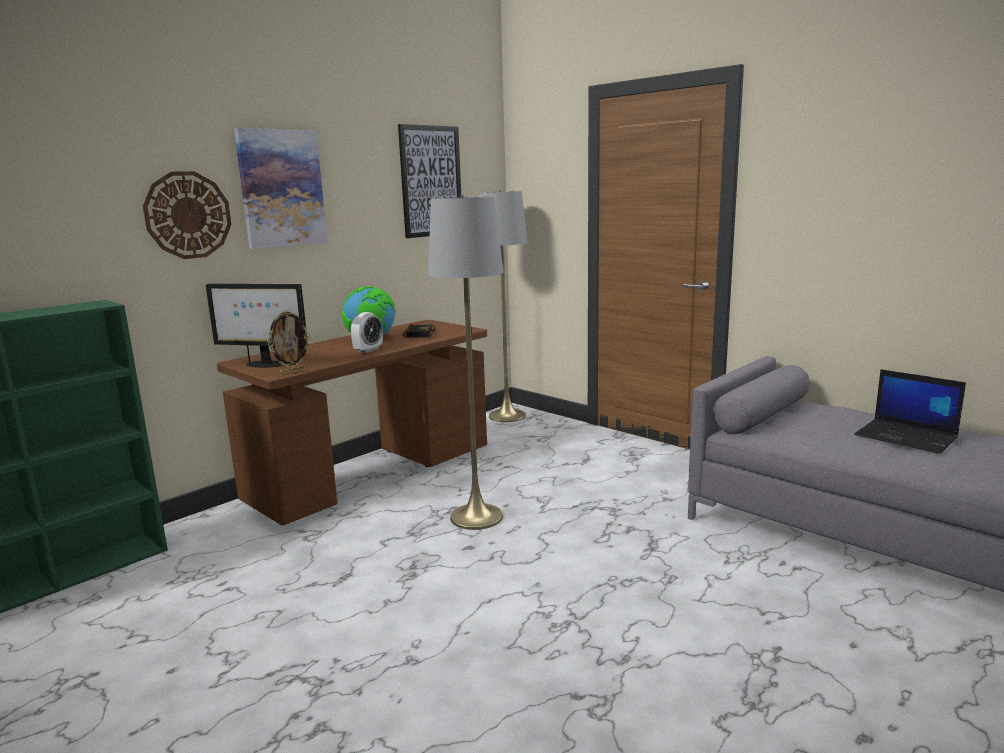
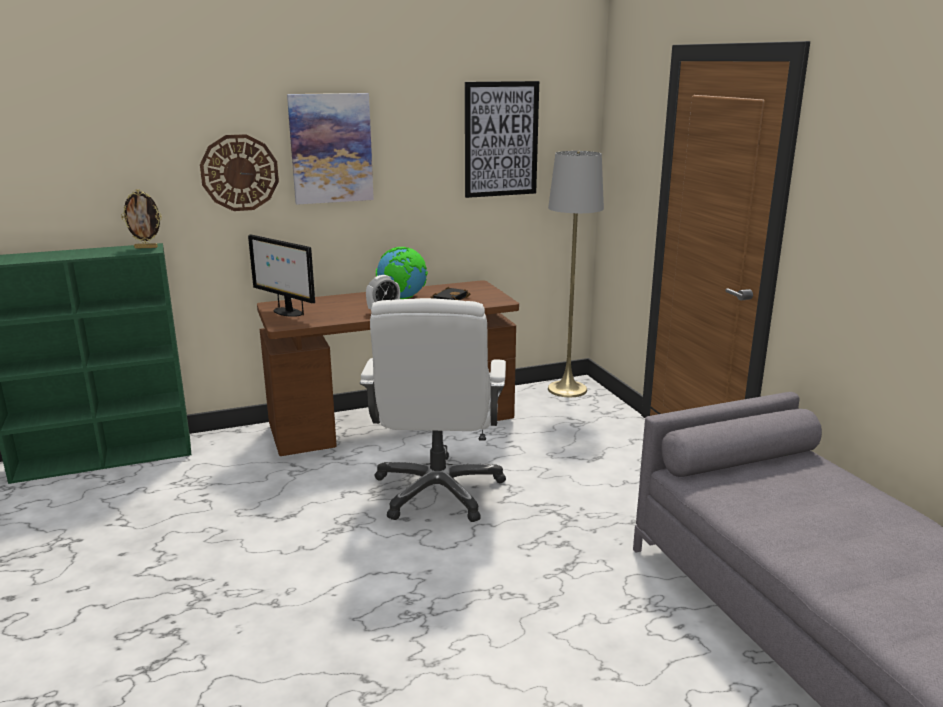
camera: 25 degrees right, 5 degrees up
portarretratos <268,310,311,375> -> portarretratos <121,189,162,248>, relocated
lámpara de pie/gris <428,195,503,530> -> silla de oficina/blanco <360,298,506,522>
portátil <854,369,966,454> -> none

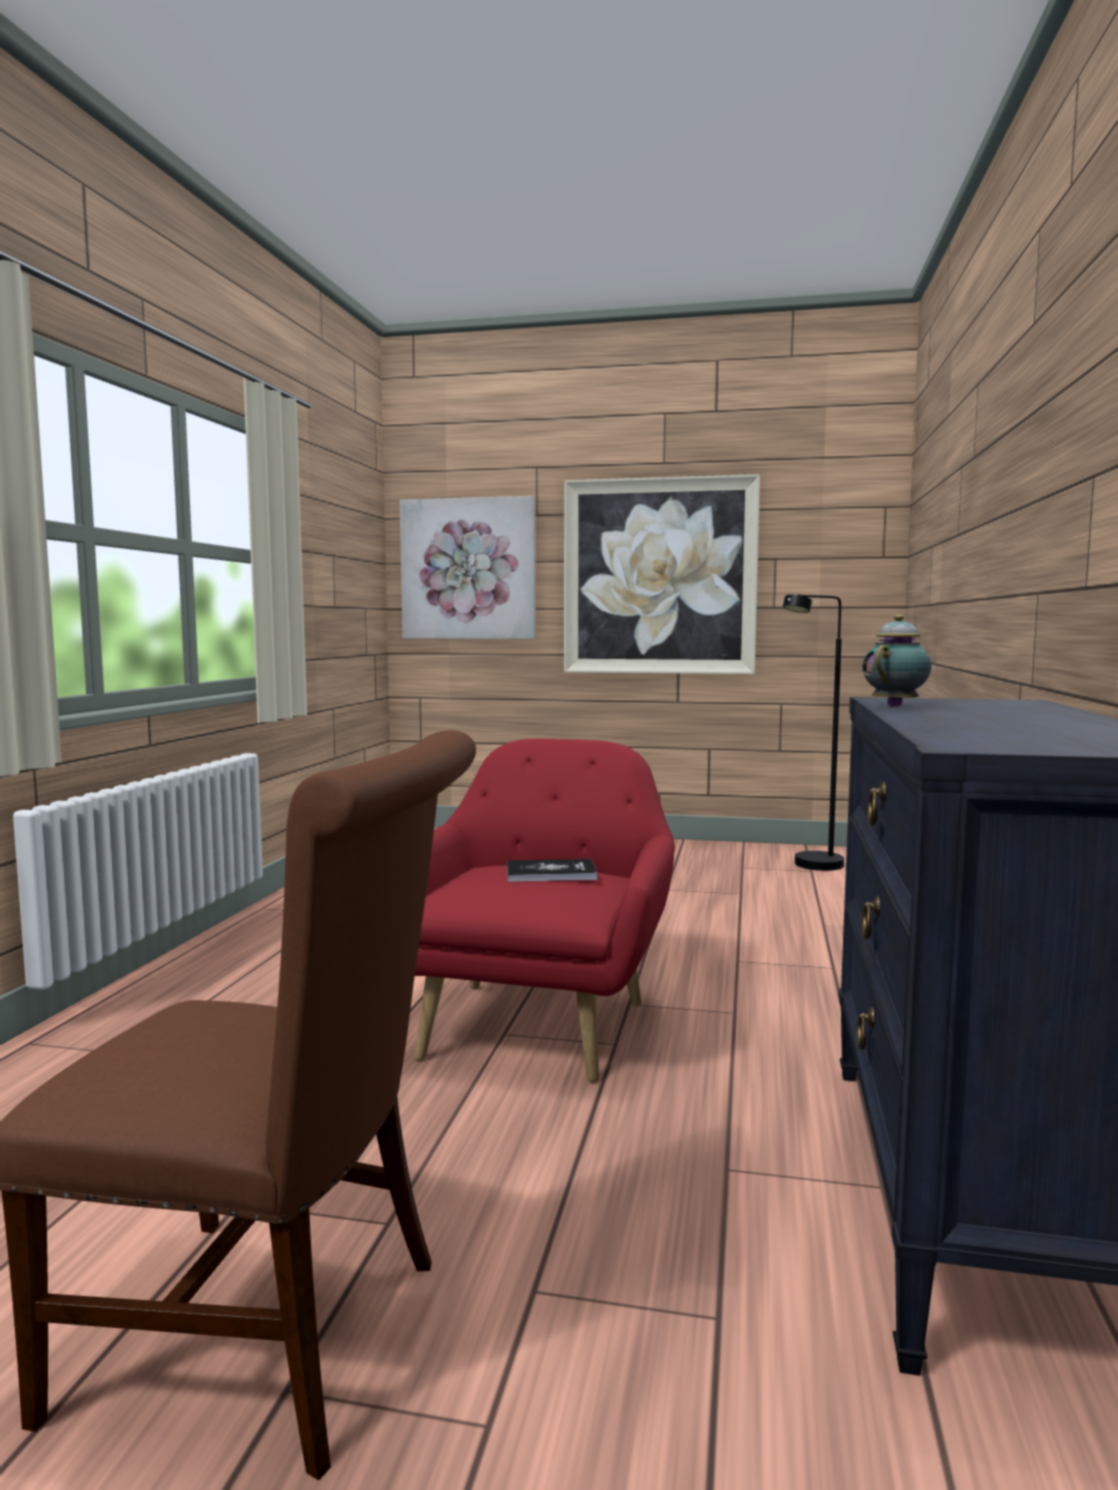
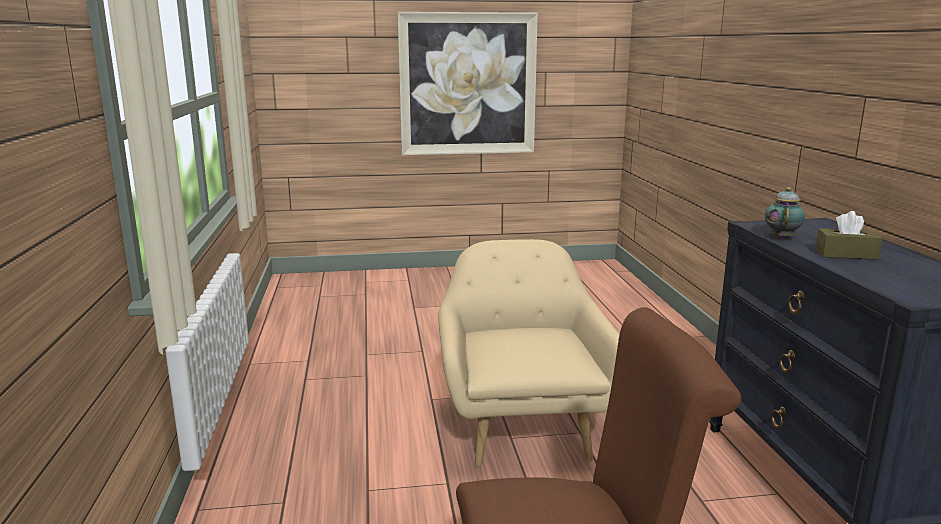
camera: 20 degrees left, 10 degrees up
cuadro <400,496,536,639> -> none
sillón/rojo <414,739,675,1082> -> sillón/beis <438,239,620,468>
libro <507,859,598,882> -> none
lámpara de pie/negro <783,594,844,871> -> none
none -> caja de pañuelos/marrón <815,211,883,260>

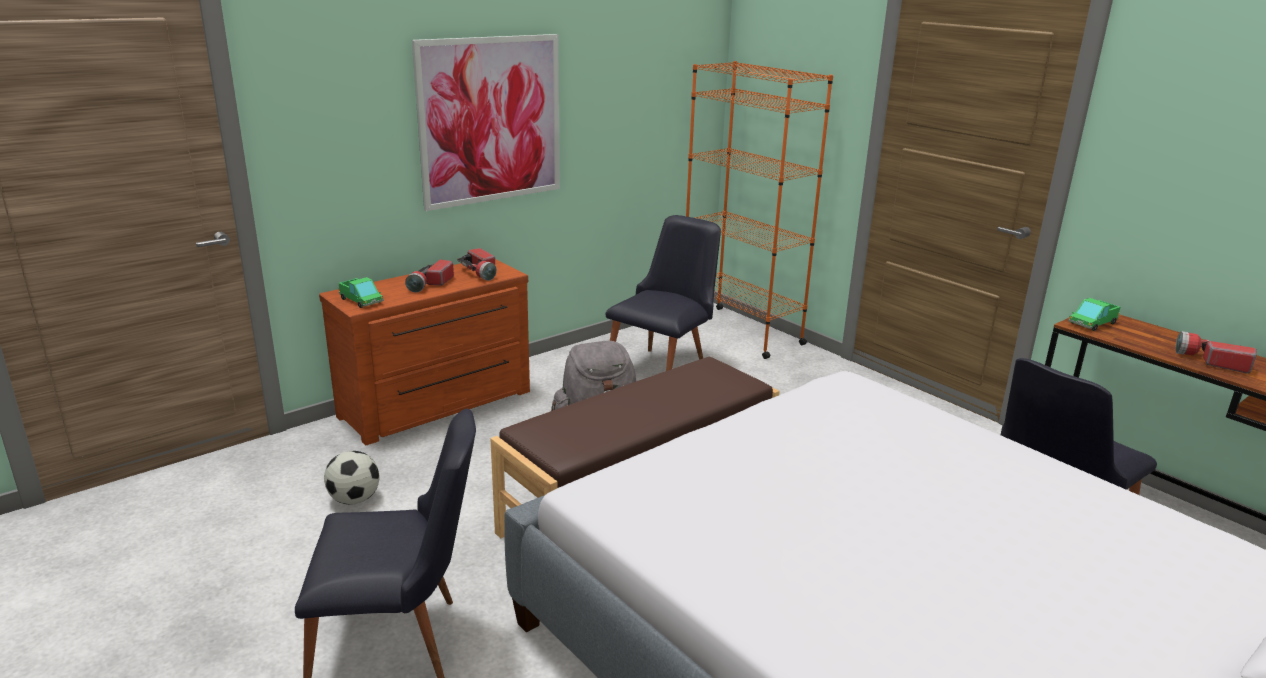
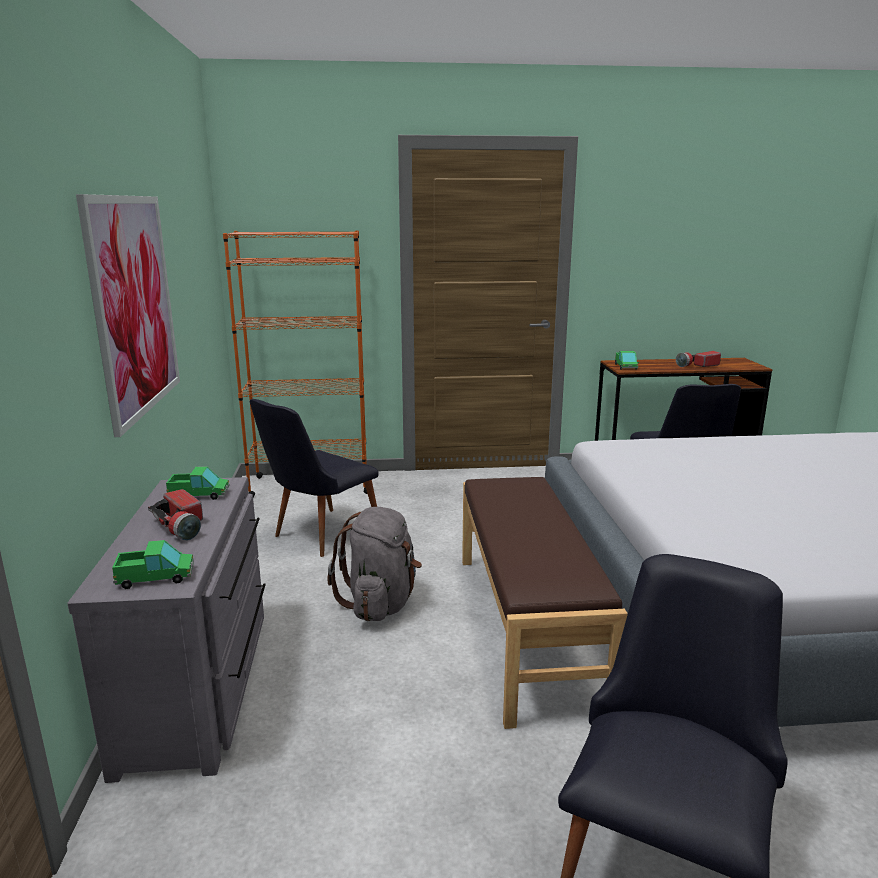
camera: 55 degrees left, 5 degrees down
cómoda/marrón <319,259,530,445> -> cómoda/gris <67,477,266,783>
balón de fútbol <324,451,379,505> -> none
linterna <457,248,497,281> -> camión de juguete <166,466,230,500>
silla/negro <606,215,721,371> -> silla/negro <250,399,379,557>, 120 degrees counterclockwise

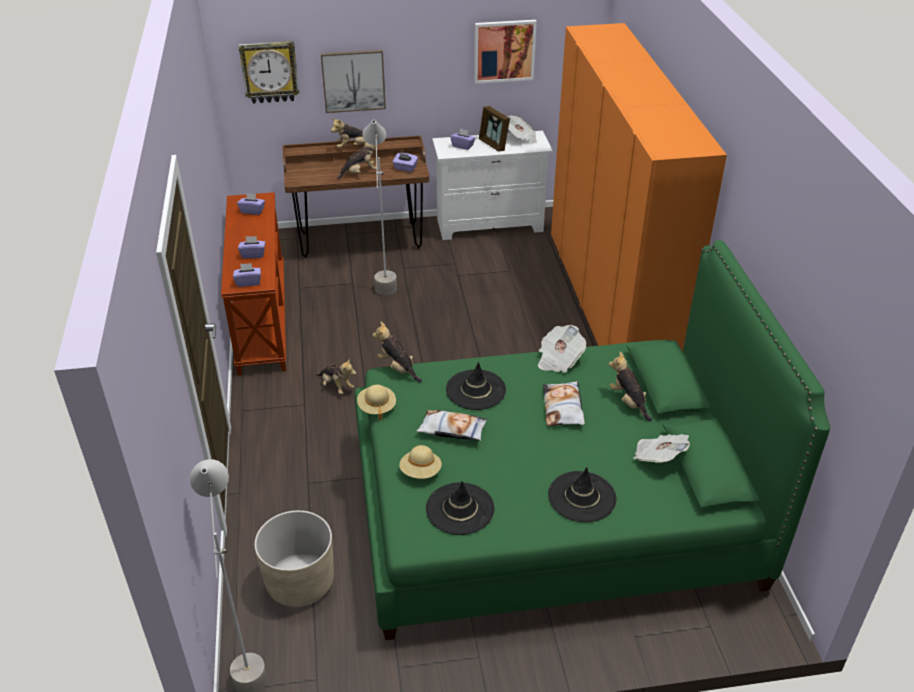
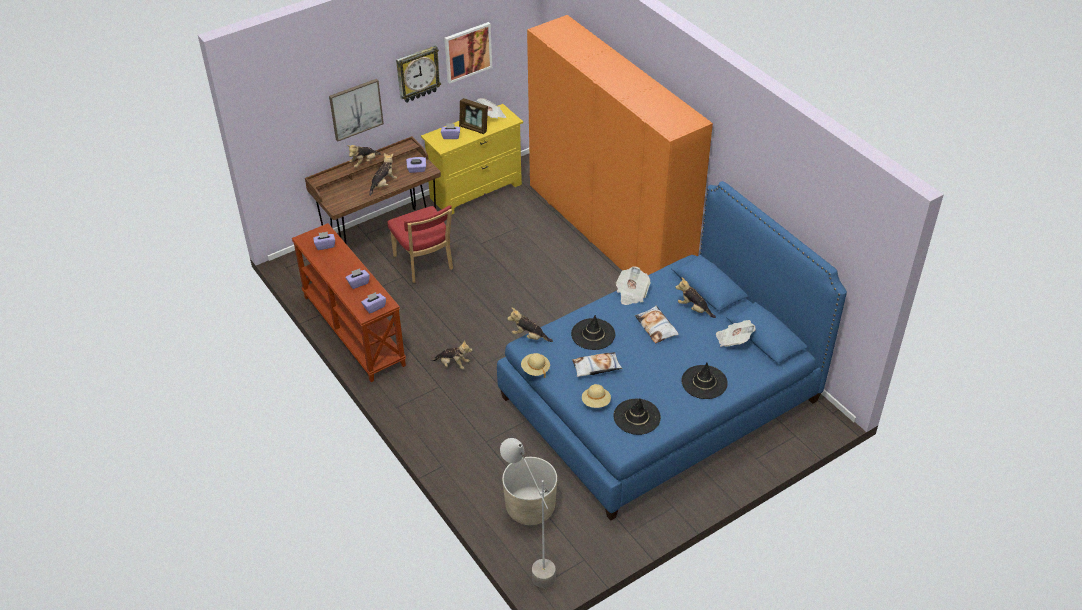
camera: 25 degrees left, 5 degrees up
reloj de pared <239,41,300,104> -> reloj de pared <396,45,441,103>, relocated
cama/verde <355,240,830,640> -> cama/azul <497,181,847,521>
lámpara de pie/gris <363,119,397,295> -> silla/rojo <387,205,453,283>
cómoda/blanco <432,131,553,240> -> cómoda/amarillo <421,104,523,214>

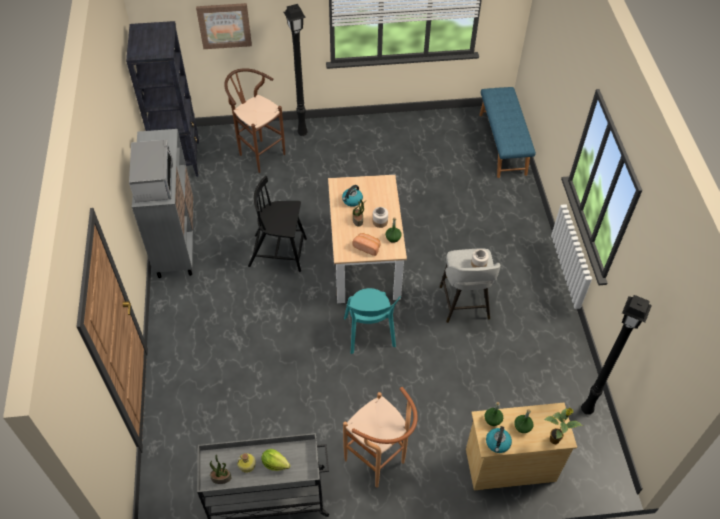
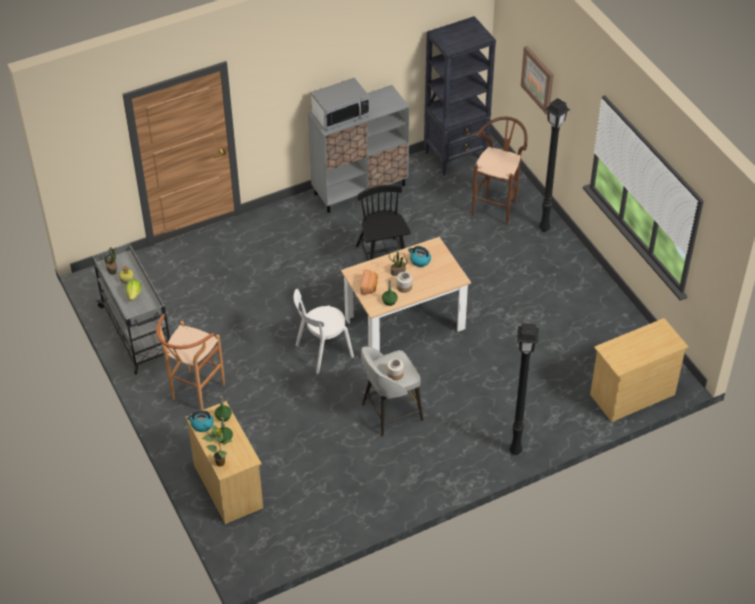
camera: 70 degrees right, 5 degrees down
silla/turquesa <344,288,401,354> -> silla/blanco <294,289,354,374>
banco/azul <479,87,536,178> -> cómoda/beis <590,318,688,422>
lámpara de pie/negro <581,295,652,414> -> lámpara de pie/negro <509,323,539,455>, relocated

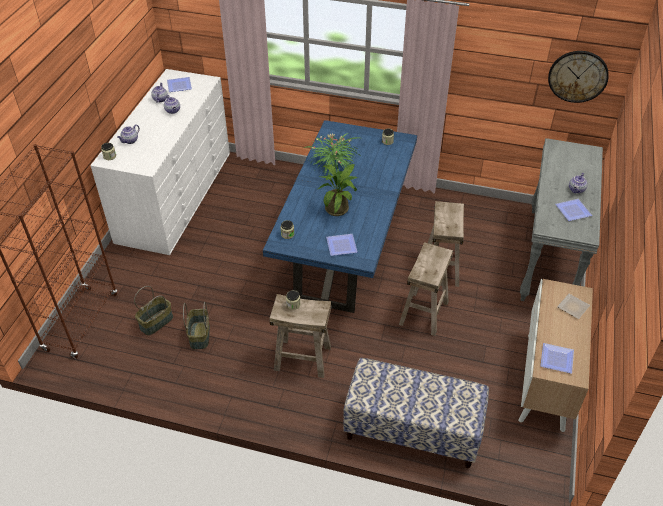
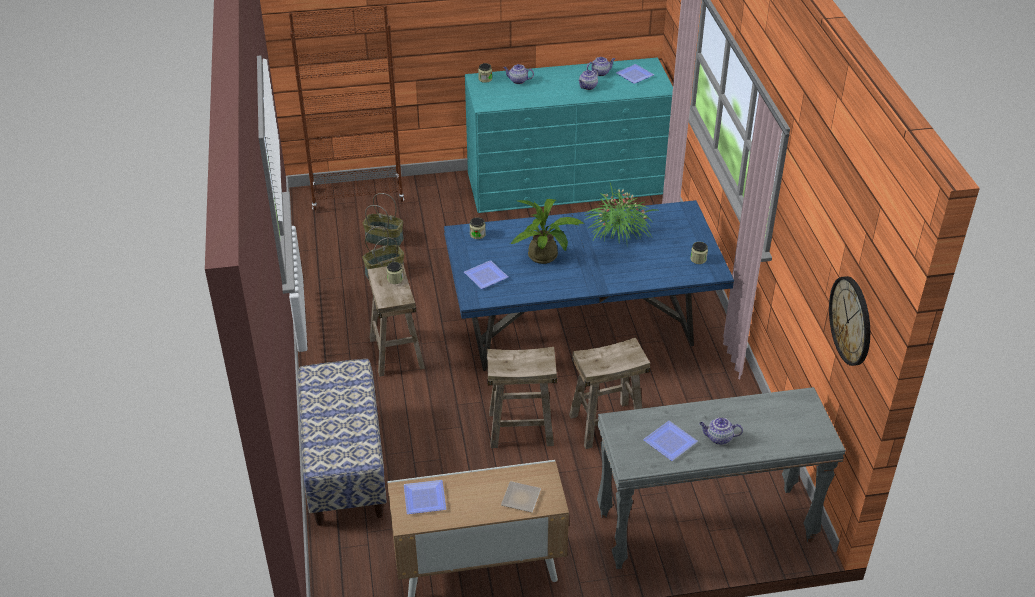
camera: 65 degrees right, 5 degrees down
cómoda/blanco <90,69,230,255> -> cómoda/turquesa <465,57,673,213>

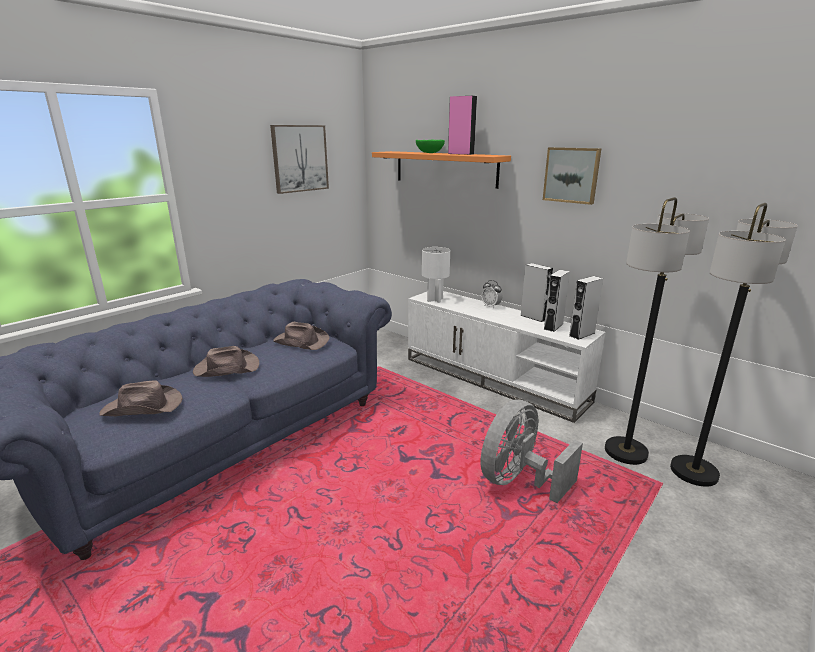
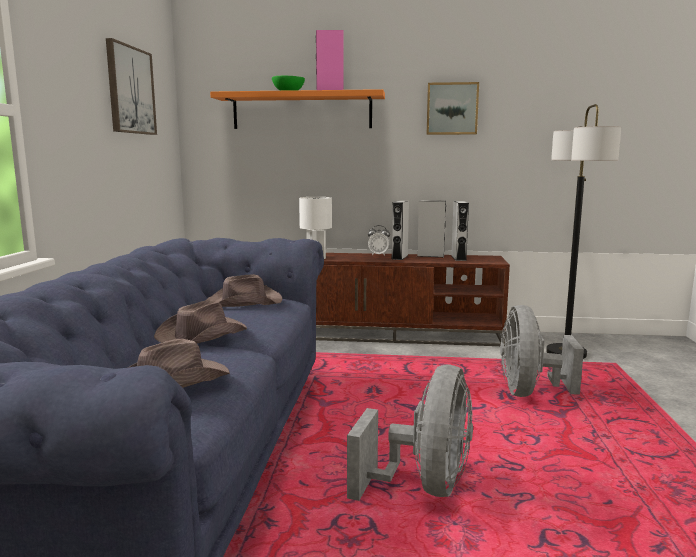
camera: 35 degrees left, 10 degrees down
mueble de televisión/blanco <408,291,606,423> -> mueble de televisión/marrón <316,253,510,346>
altavoz/gris <569,276,603,340> -> altavoz/gris <392,201,409,260>, relocated
lámpara de pie <670,203,798,487> -> none
none -> ventilador/gris <347,365,473,501>

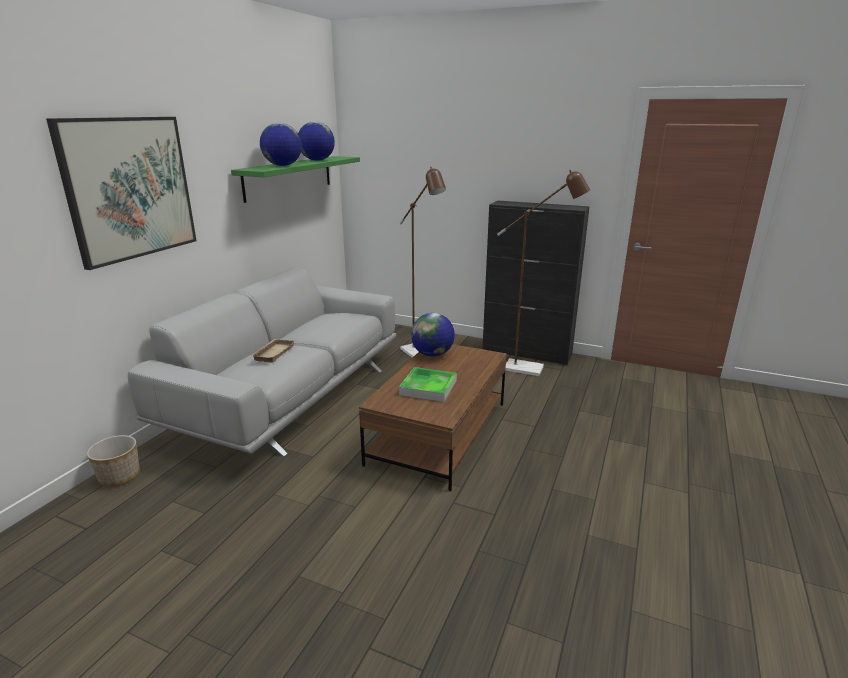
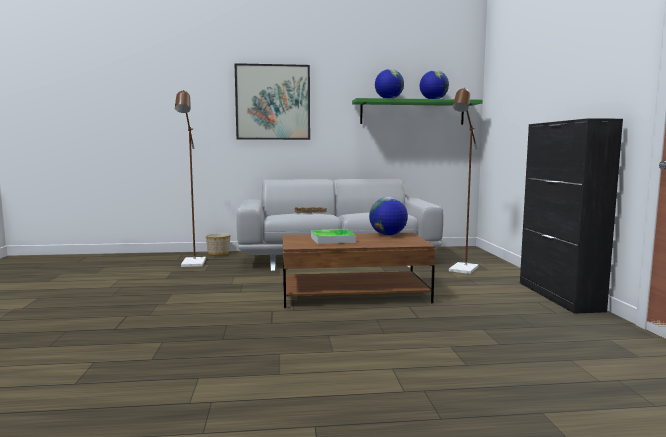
camera: 60 degrees right, 15 degrees down
lámpara de pie/marrón <497,170,590,376> -> lámpara de pie/marrón <175,90,206,267>, relocated

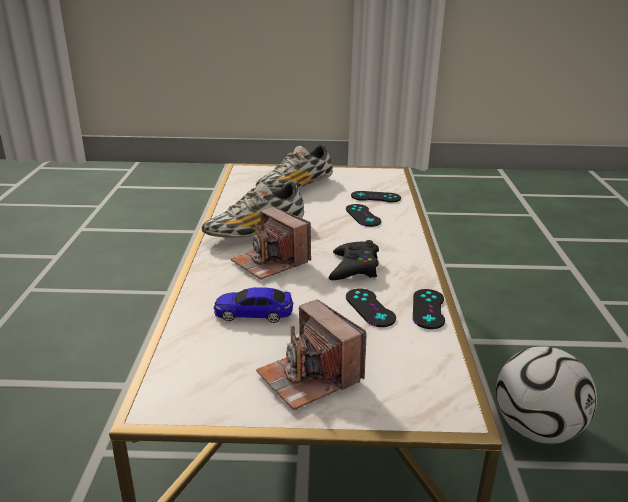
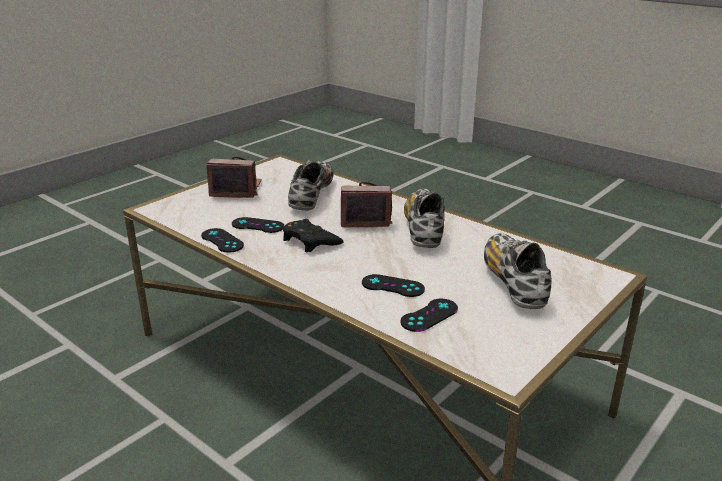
camera: 130 degrees right, 0 degrees up
coche de juguete <213,287,293,323> -> zapato <288,160,334,211>
balón de fútbol <496,347,597,444> -> none

